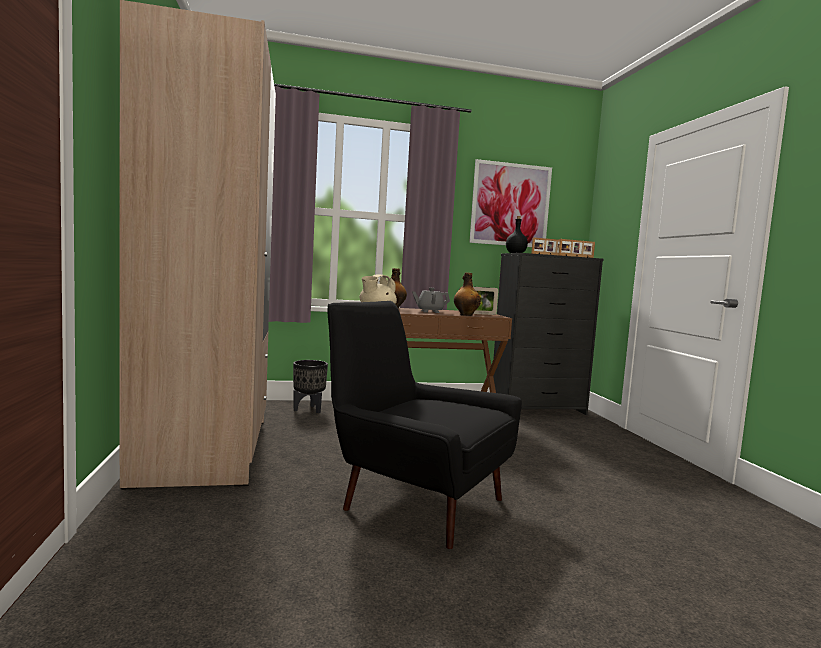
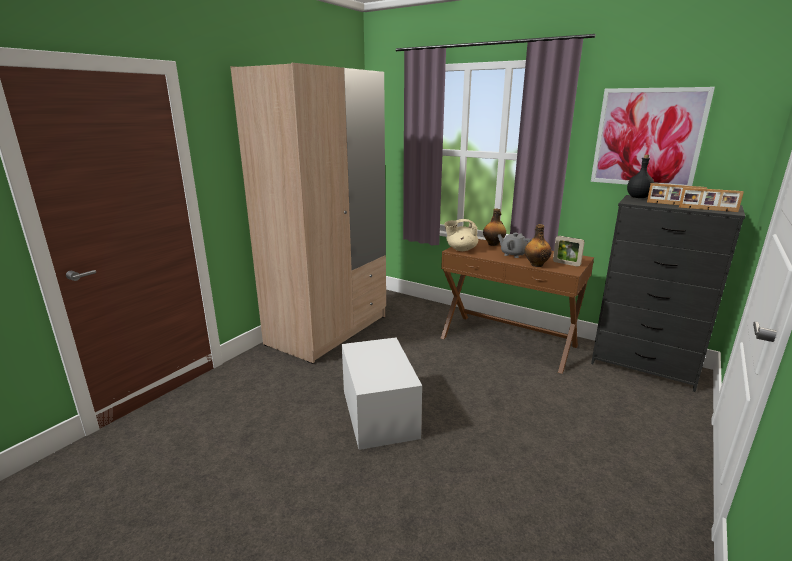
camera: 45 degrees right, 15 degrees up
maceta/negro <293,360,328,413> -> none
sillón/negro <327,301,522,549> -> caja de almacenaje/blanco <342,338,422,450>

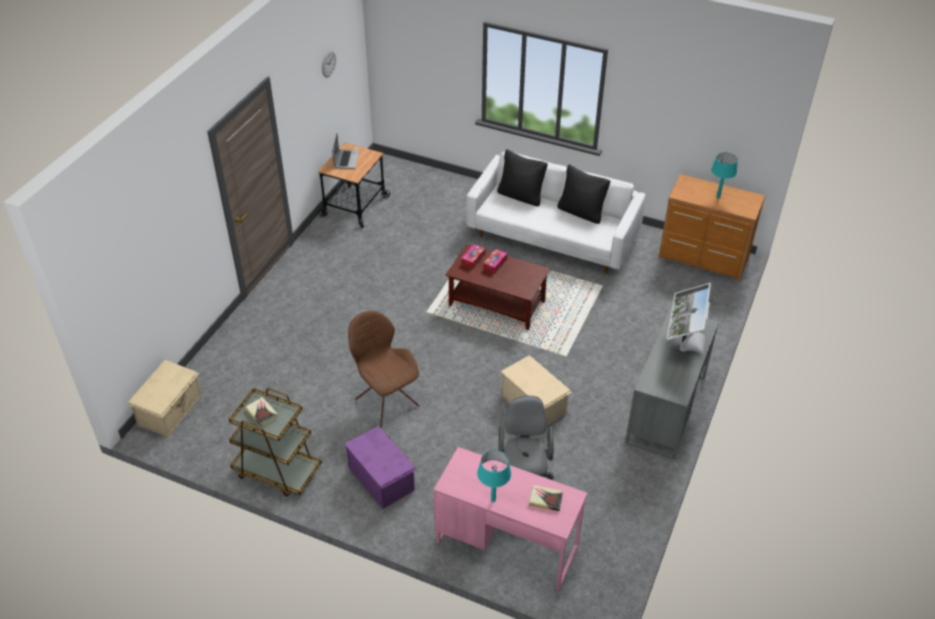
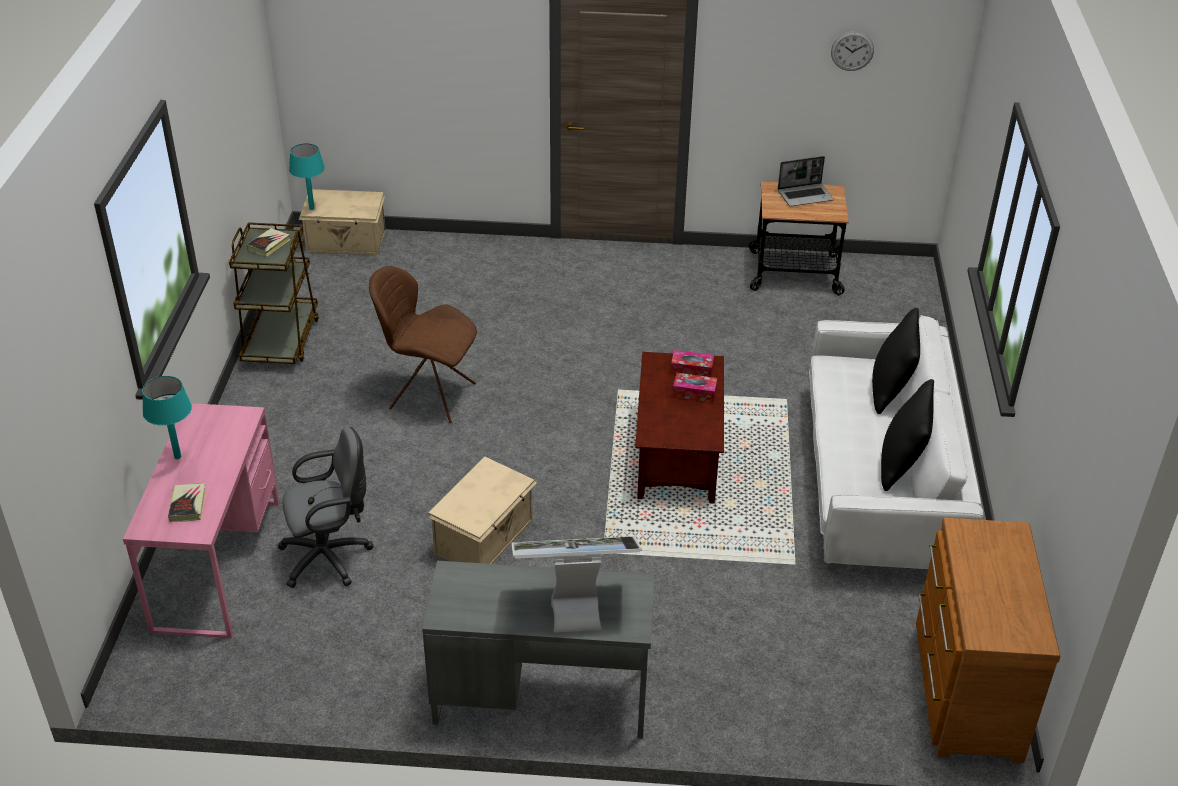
camera: 70 degrees right, 5 degrees down
caja de almacenaje/morado <344,426,417,509> -> none
silla/marrón <348,311,420,428> -> silla/marrón <369,266,477,423>, 105 degrees counterclockwise
lámpara de mesa/turquesa <711,152,737,199> -> lámpara de mesa/turquesa <289,143,325,210>, relocated

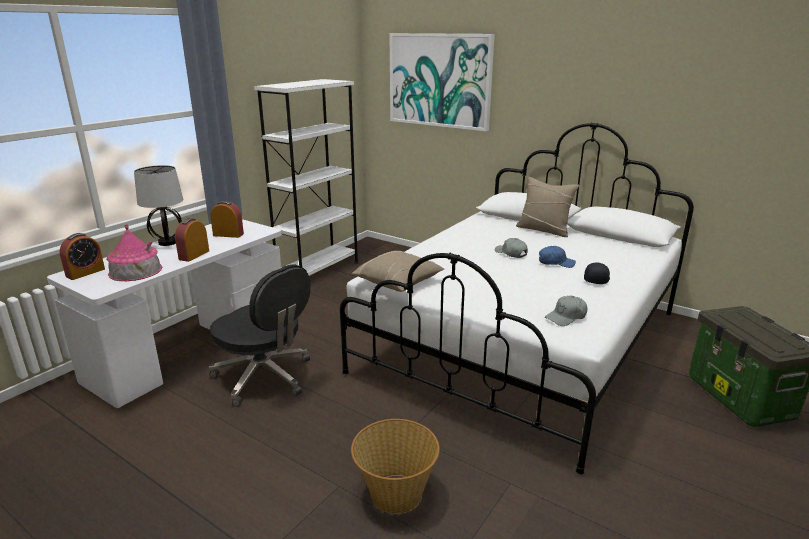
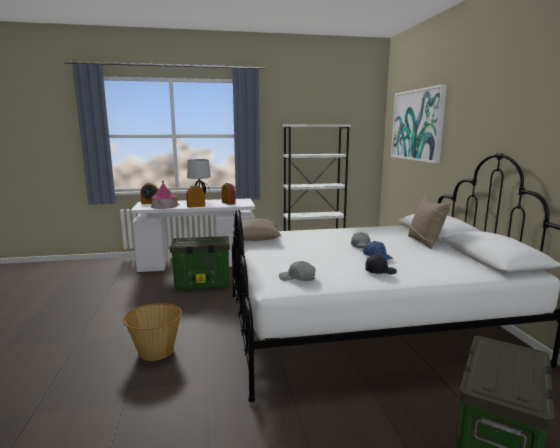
camera: 45 degrees right, 10 degrees down
silla de oficina/negro <209,264,311,407> -> caja de almacenaje <170,236,230,290>

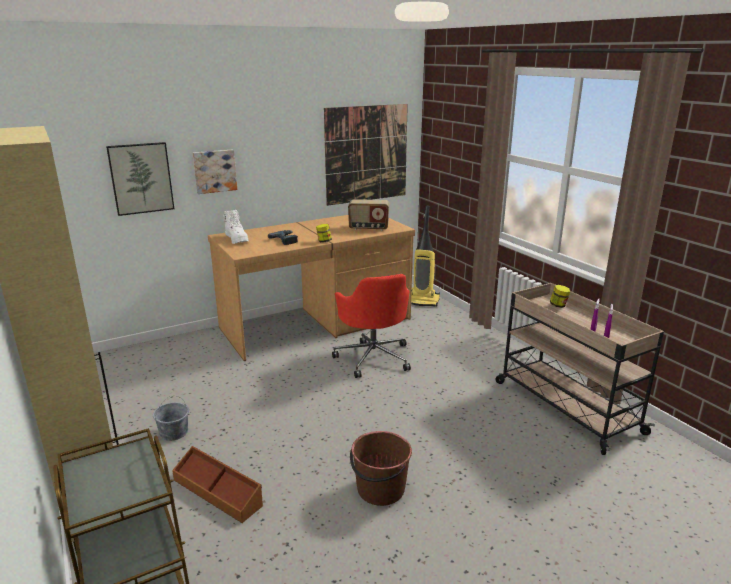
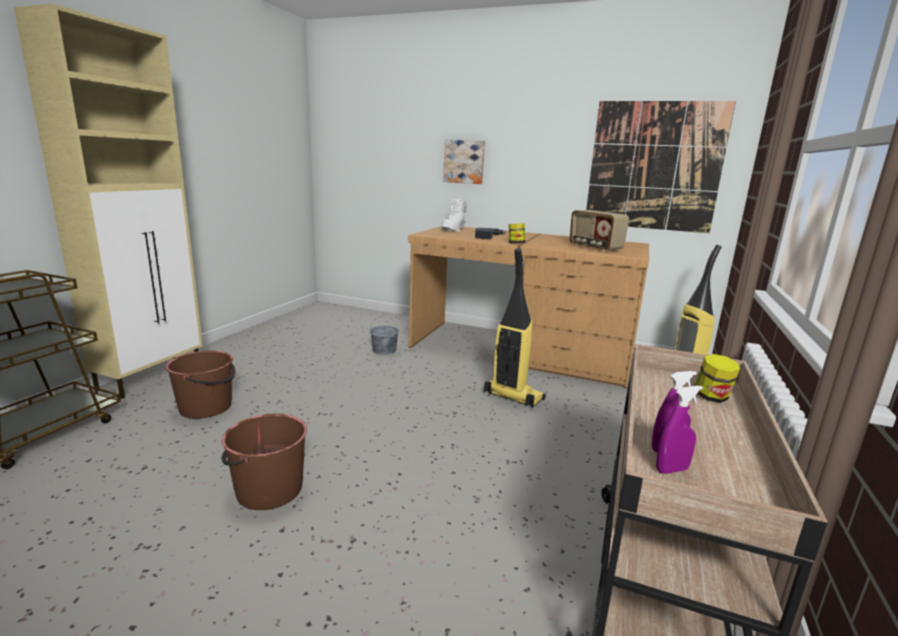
camera: 50 degrees right, 5 degrees down
cuadro <106,142,174,216> -> none
cubo/gris <153,396,189,441> -> cubo/gris <370,315,399,354>, relocated
caja de almacenaje/marrón <172,446,263,523> -> cubo/marrón <166,351,236,419>
silla de oficina/rojo <332,274,411,378> -> aspiradora <484,248,546,408>

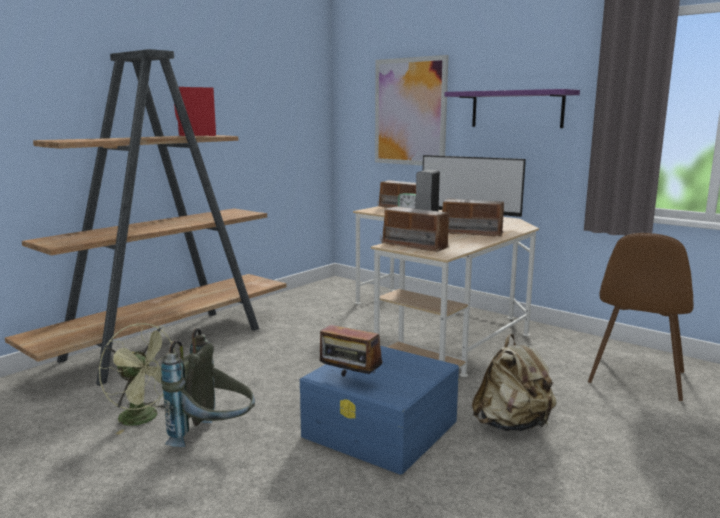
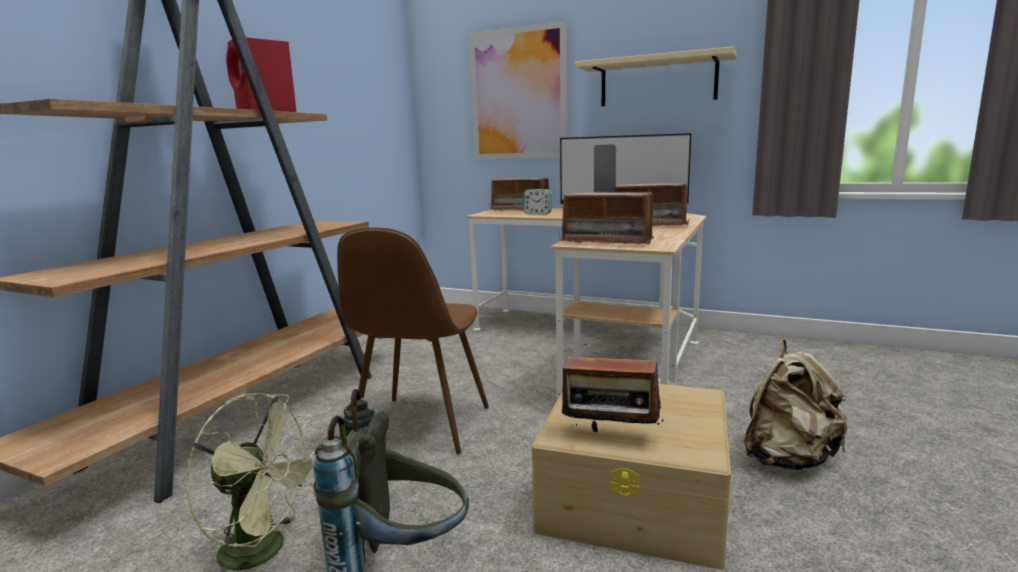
camera: 15 degrees left, 0 degrees up
caja de almacenaje/azul <300,346,459,475> -> caja de almacenaje/beis <532,384,731,569>
estante/morado <444,89,580,128> -> estante/beis <575,47,737,106>
silla/marrón <588,233,694,401> -> silla/marrón <337,228,489,454>, relocated

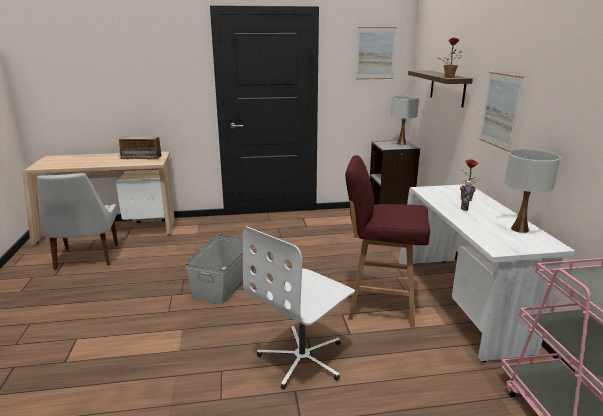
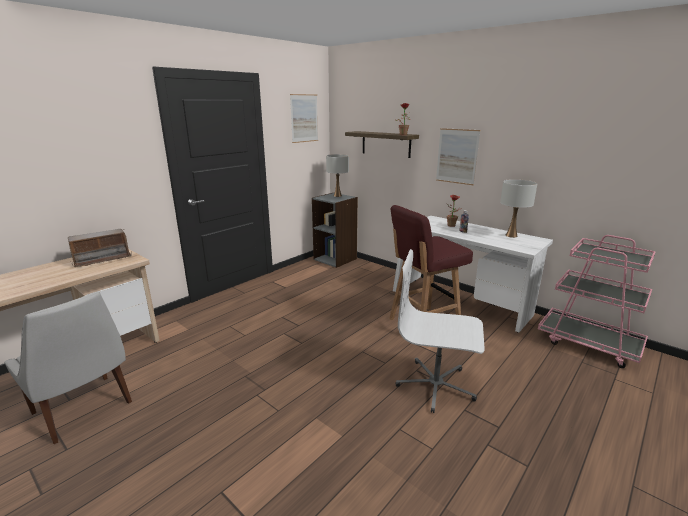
camera: 40 degrees left, 0 degrees up
caja de almacenaje/gris <185,235,252,304> -> none
silla de oficina/blanco <243,226,355,389> -> silla de oficina/blanco <396,249,485,413>, 105 degrees clockwise

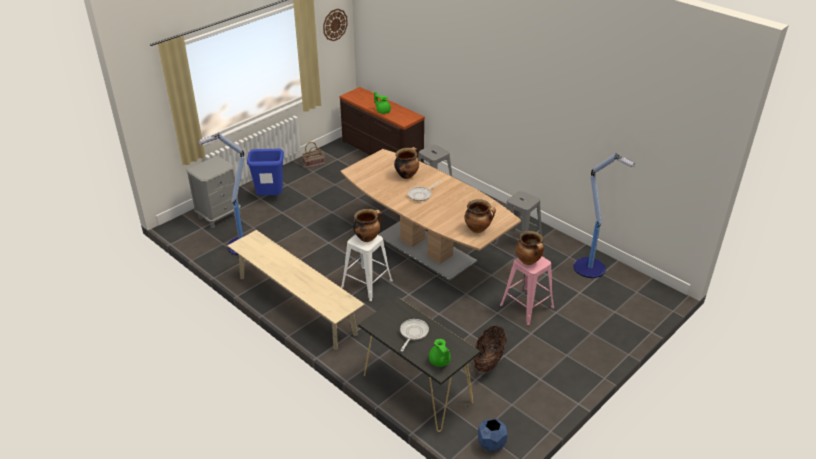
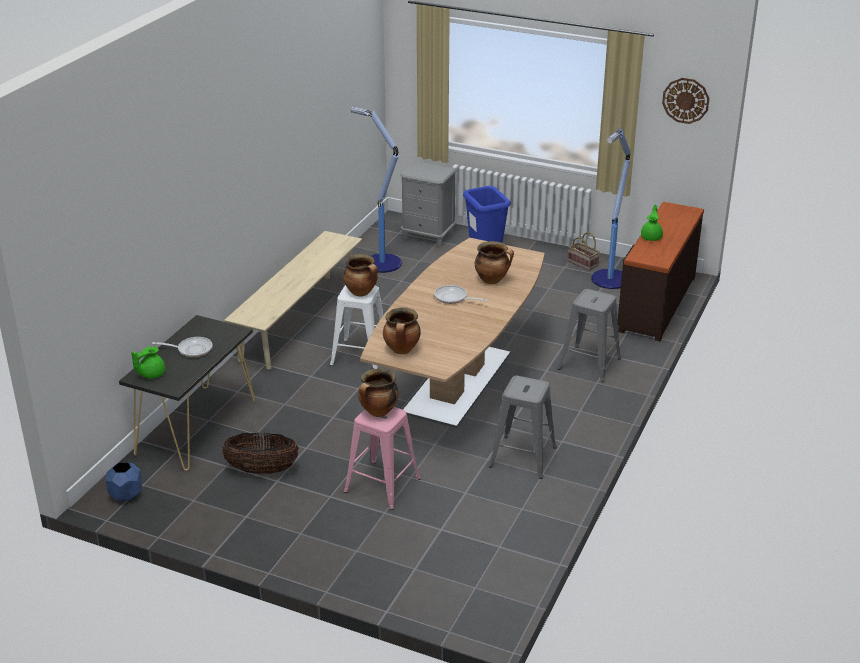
camera: 70 degrees right, 5 degrees down
lámpara de pie <573,153,635,278> -> lámpara de pie <591,128,631,289>, relocated

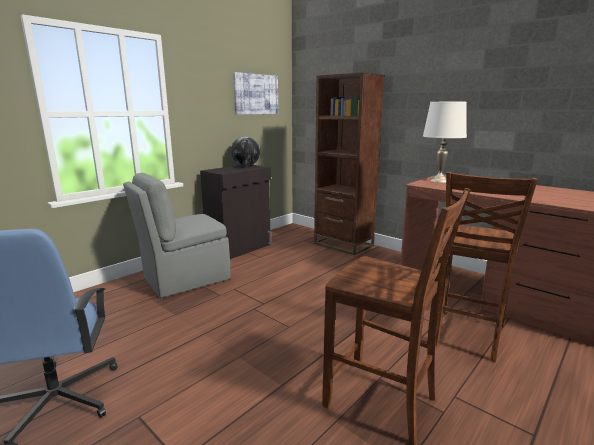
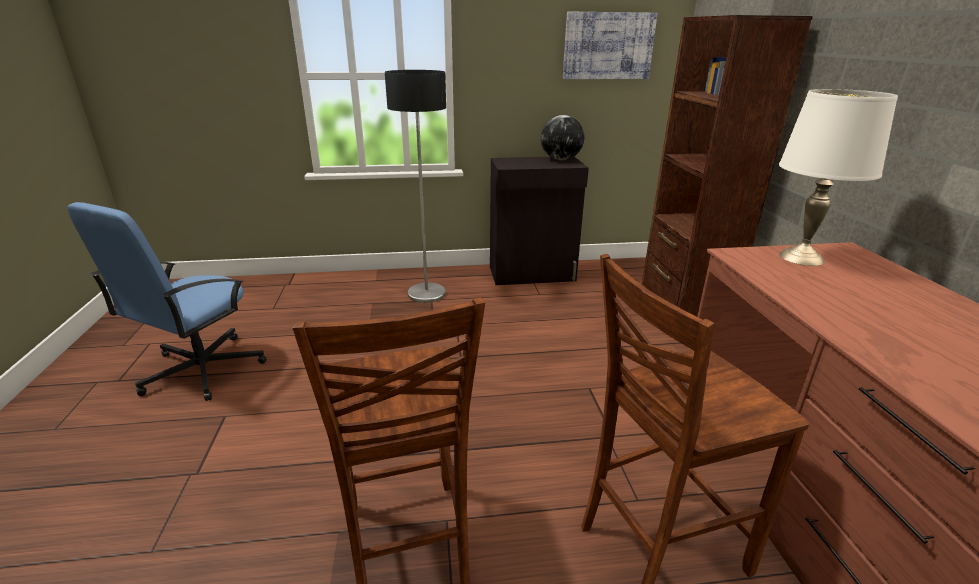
camera: 40 degrees right, 10 degrees up
silla/gris <123,173,230,298> -> lámpara de pie <385,70,446,303>

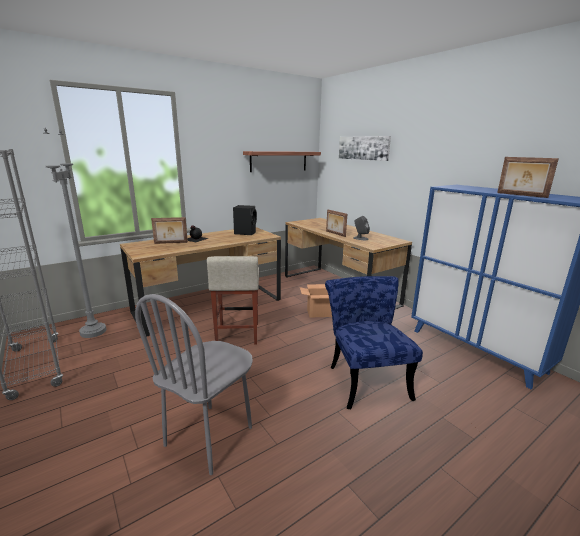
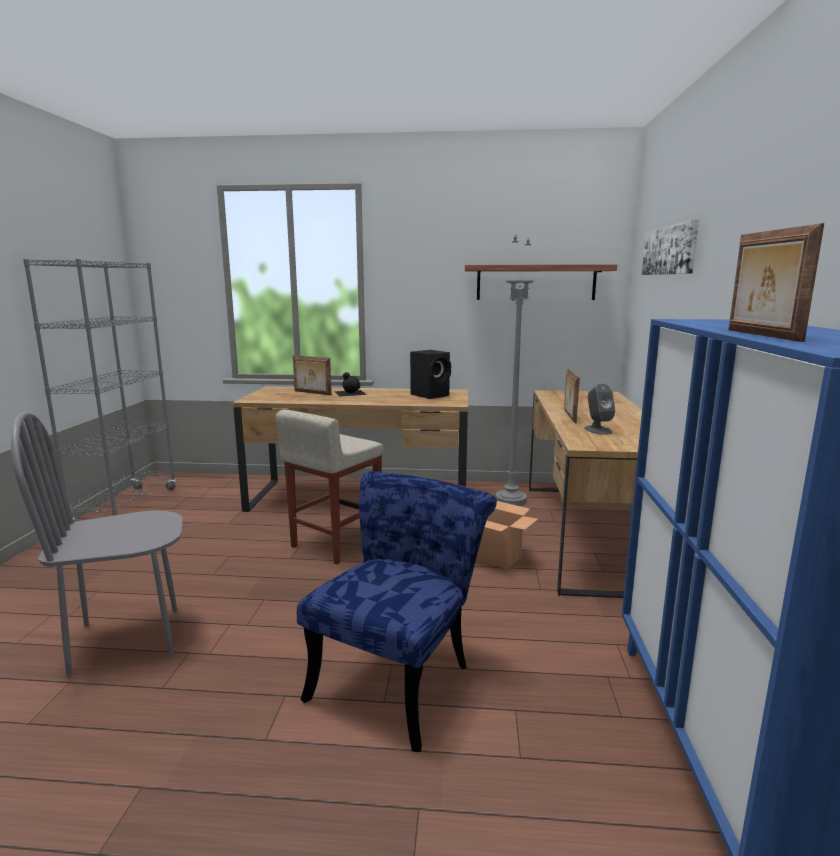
camera: 40 degrees right, 5 degrees down
lámpara de pie/gris <43,128,106,338> -> lámpara de pie/gris <496,235,534,506>, relocated

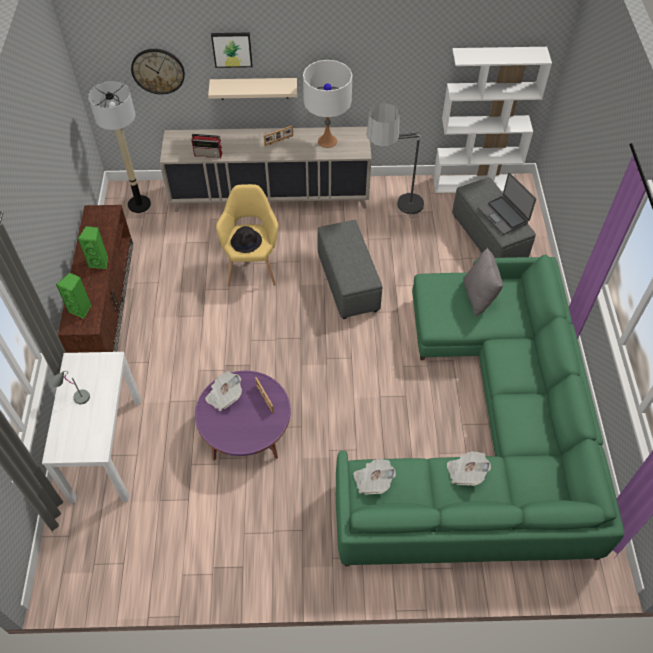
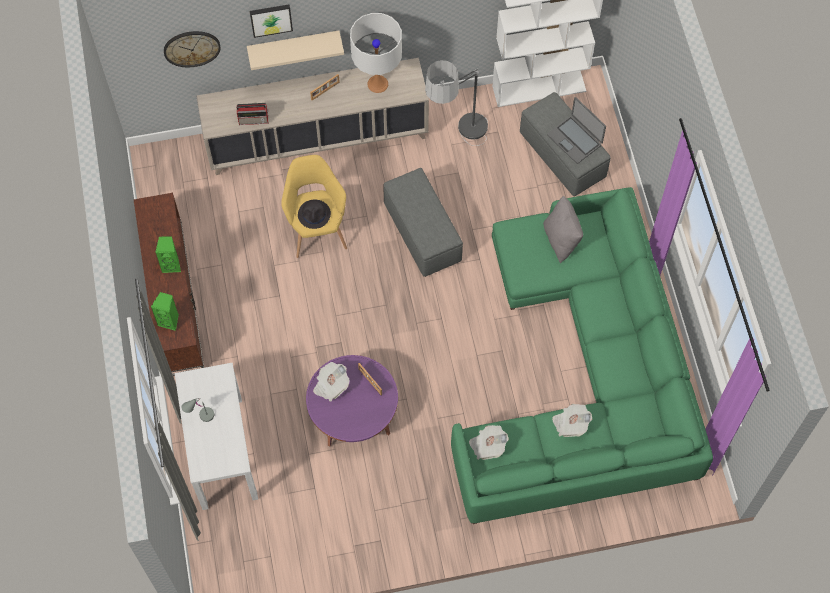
camera: 10 degrees left, 10 degrees up
lámpara de pie <88,81,151,213> -> none

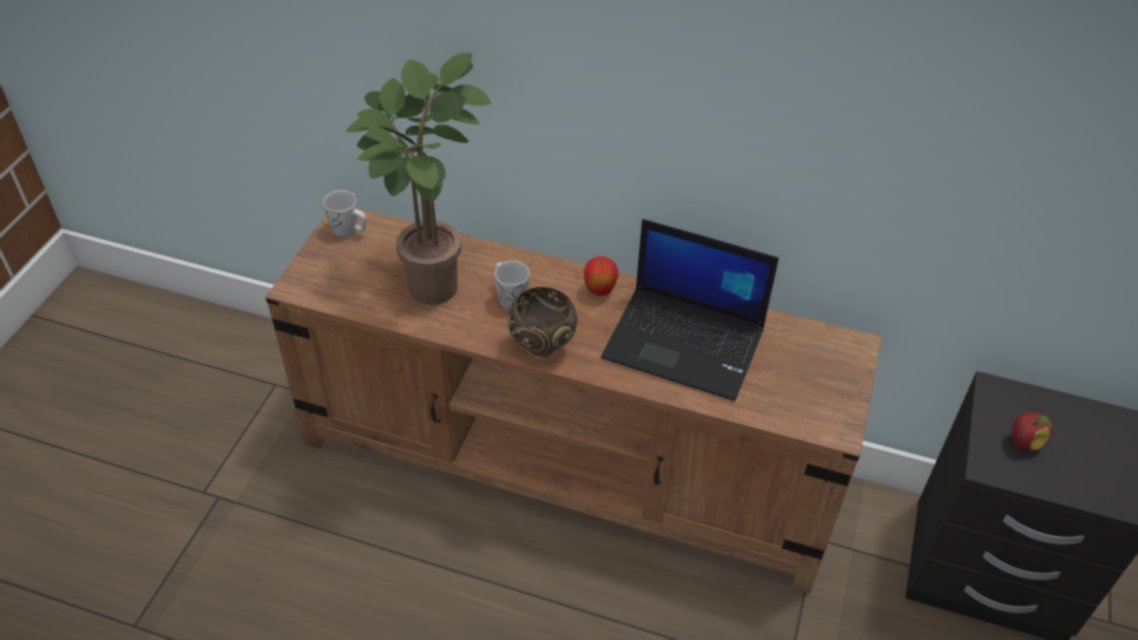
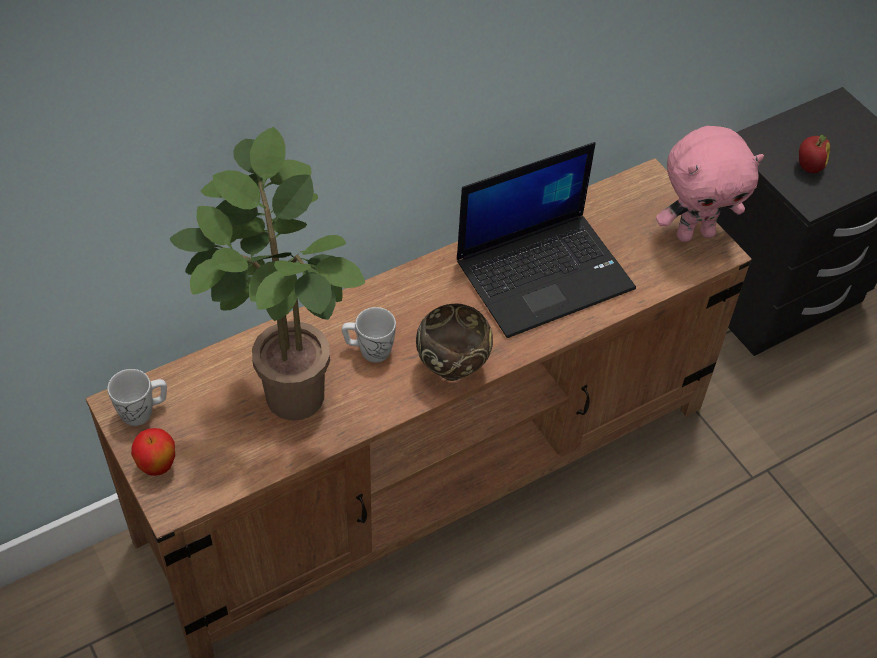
camera: 50 degrees left, 5 degrees up
manzana <583,256,619,296> -> manzana <131,428,175,476>, relocated
none -> peluche/rosa <656,126,764,242>

